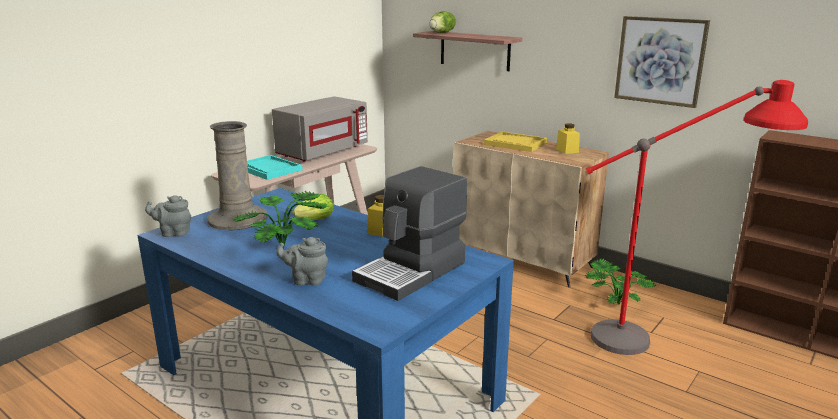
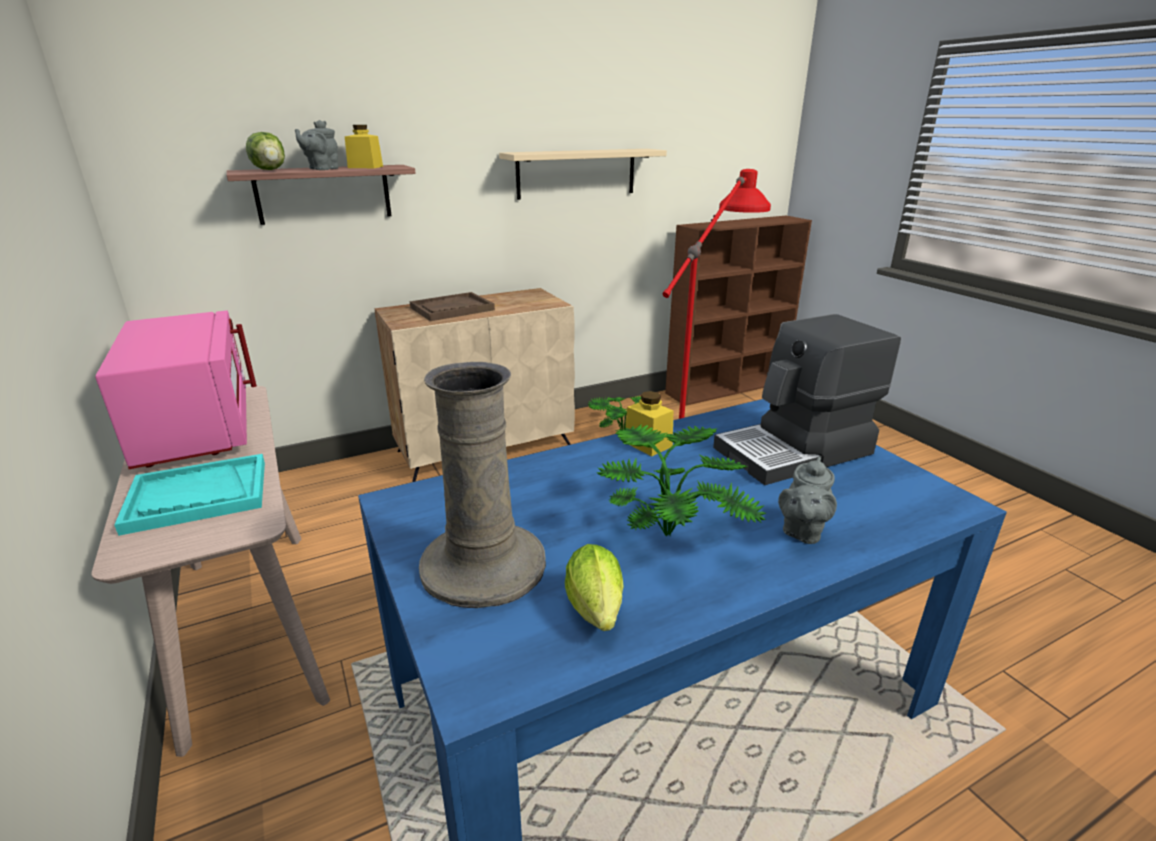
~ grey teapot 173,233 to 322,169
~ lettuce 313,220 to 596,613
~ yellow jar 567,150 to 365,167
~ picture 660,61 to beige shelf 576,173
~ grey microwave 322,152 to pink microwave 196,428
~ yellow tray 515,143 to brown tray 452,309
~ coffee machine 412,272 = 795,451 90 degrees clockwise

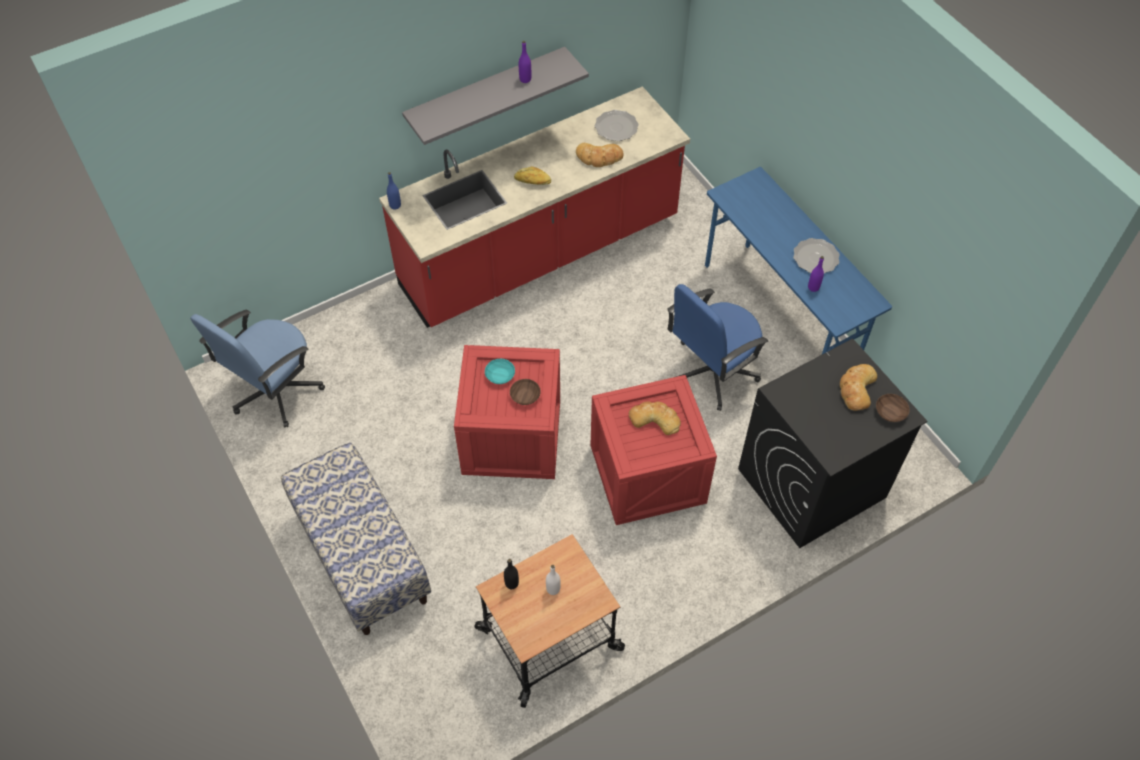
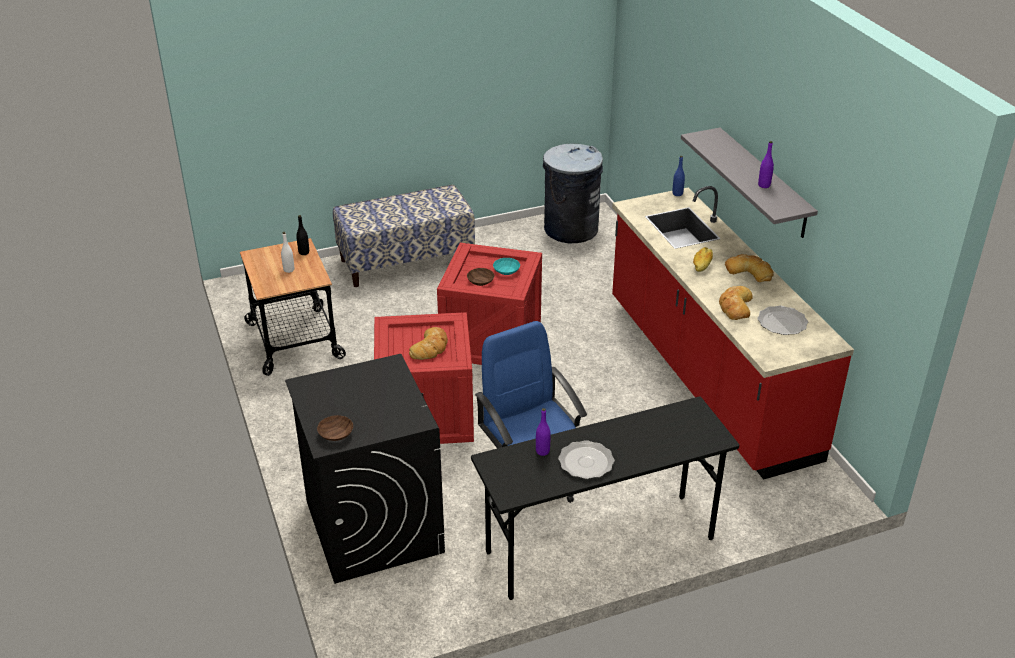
~ bread 856,389 to 749,271
~ blue office chair 275,390 to grey trash can 570,229
~ blue desk 779,316 to black desk 599,546

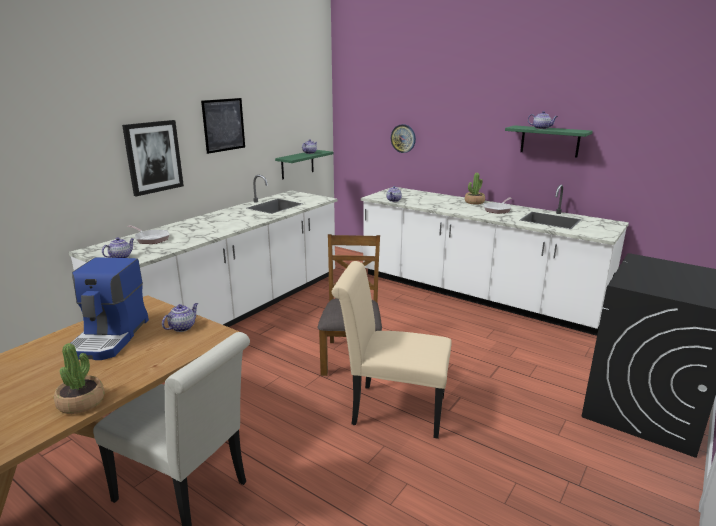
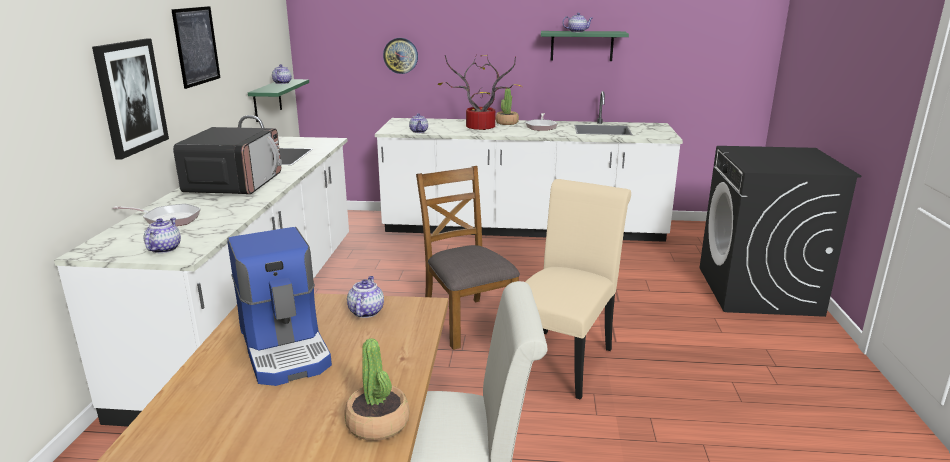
+ microwave 234,184
+ potted plant 478,128
~ beige chair 391,409 = 563,358 135 degrees clockwise

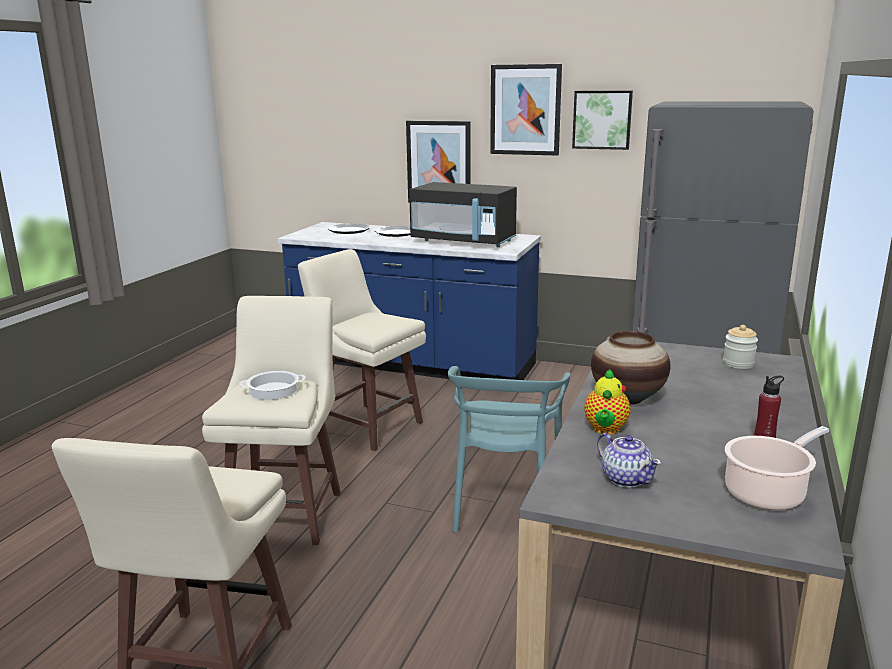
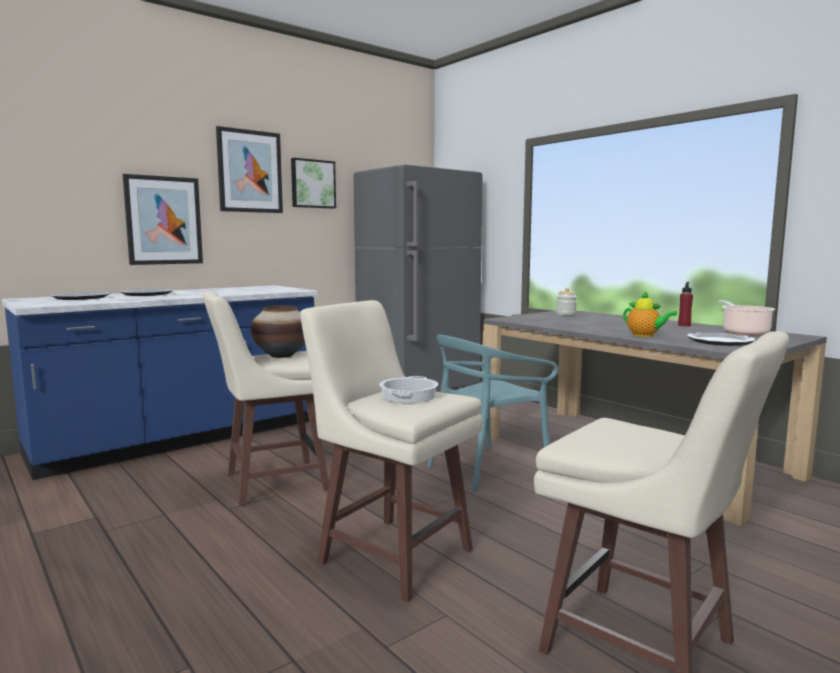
- black microwave 463,241
~ vase 627,398 to 281,356
~ teapot 626,479 to plate 719,341
~ turquoise chair 504,505 = 487,468 105 degrees clockwise

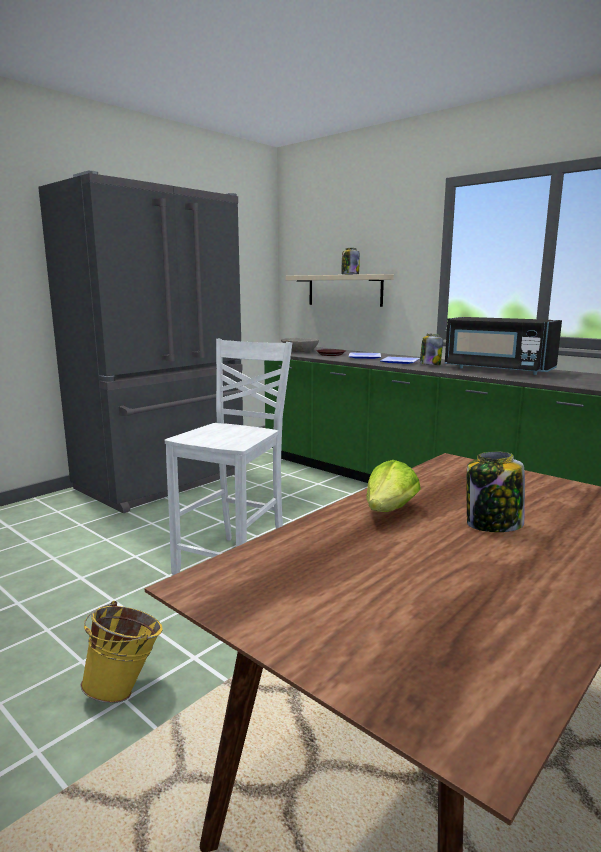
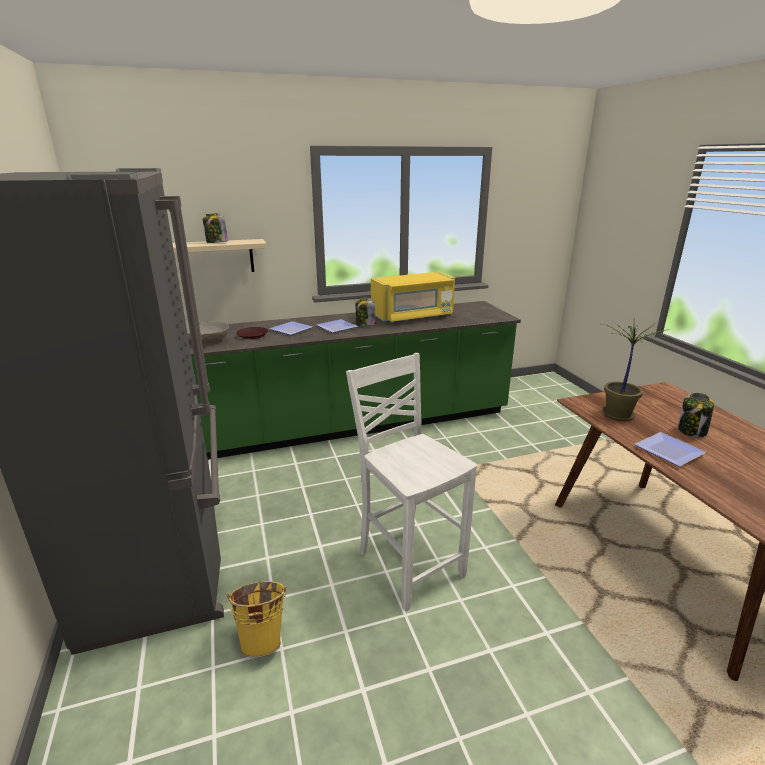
+ potted plant 616,414
~ yellow bucket 126,688 to 263,638
~ lettuce 389,511 to plate 668,450
~ black microwave 497,369 to yellow microwave 413,316

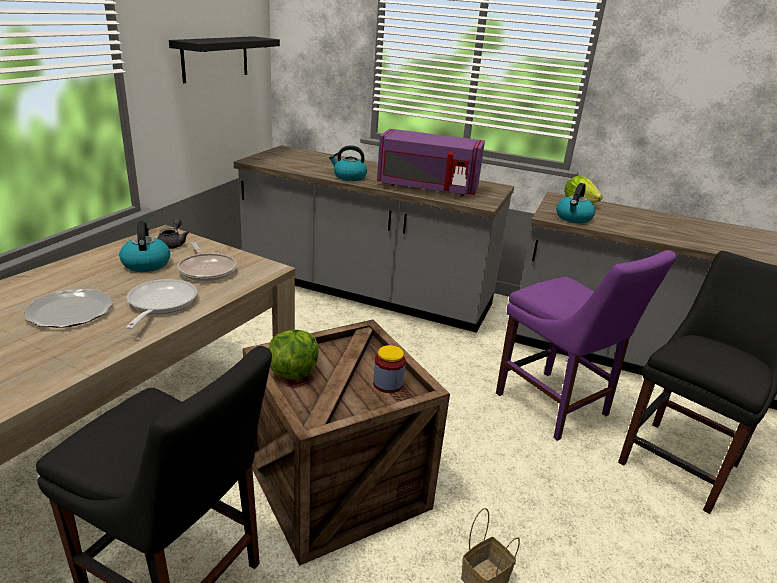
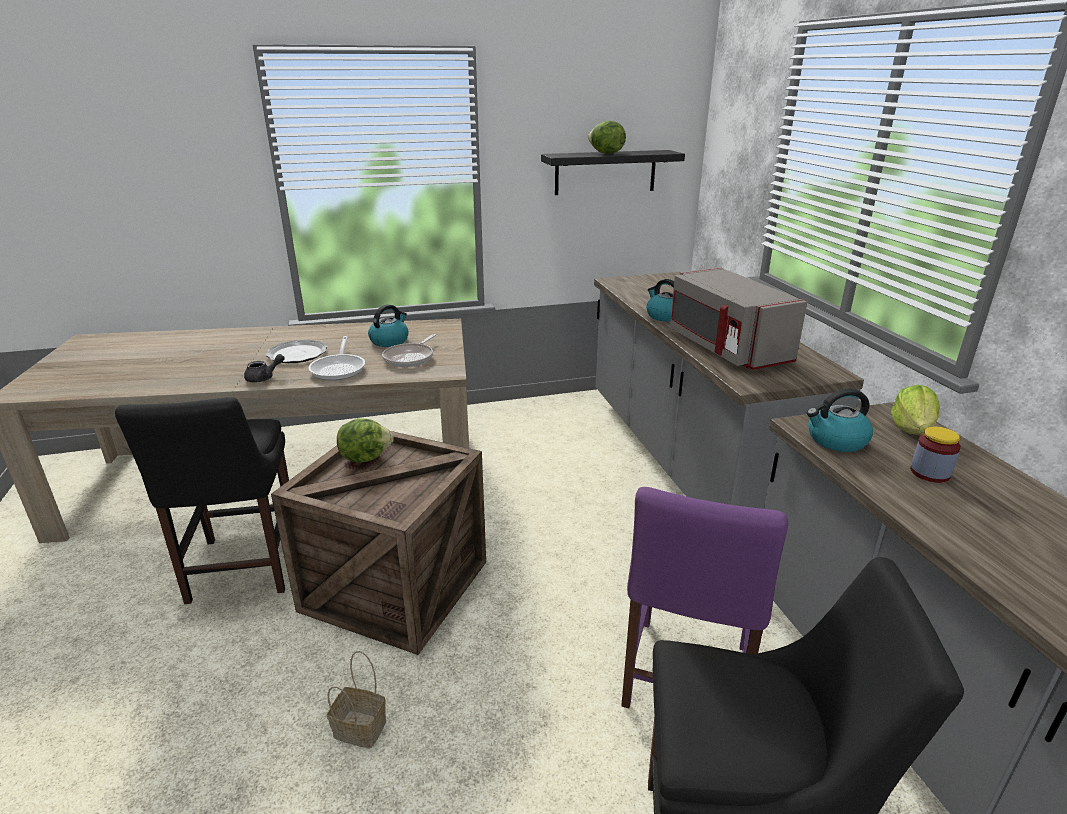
+ lettuce 605,153
~ grey teapot 173,244 to 264,378
~ jar 388,384 to 929,473
~ purple microwave 427,187 to grey microwave 725,348
~ frying pan 160,304 = 339,368 120 degrees clockwise

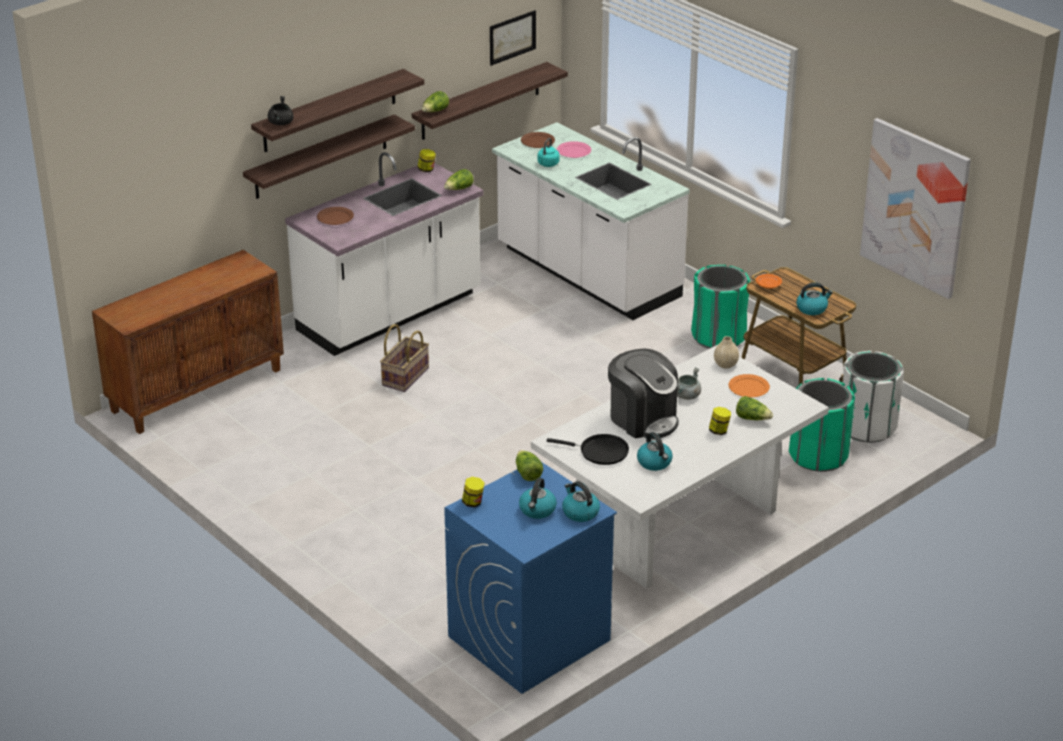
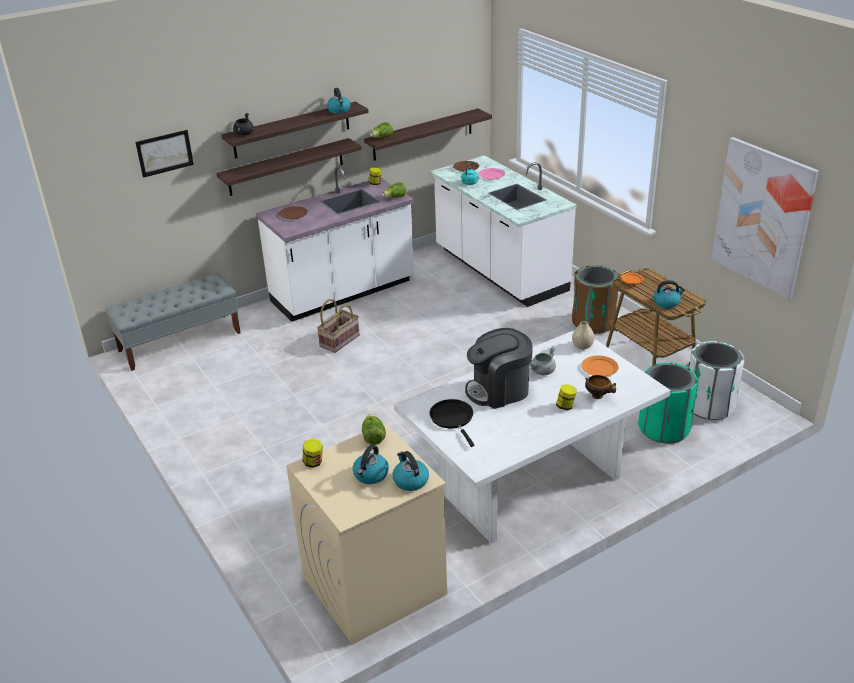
~ picture 512,37 to 164,153
~ kettle 655,463 to 339,110
~ brown cabinet 197,390 to grey bench 180,341
~ lettuce 752,418 to bowl 598,396
~ blue washing machine 528,639 to beige washing machine 373,586
~ green trash can 718,336 to brown trash can 593,323
~ black frying pan 600,452 = 453,419 135 degrees counterclockwise
~ coffee machine 643,419 = 499,390 105 degrees clockwise

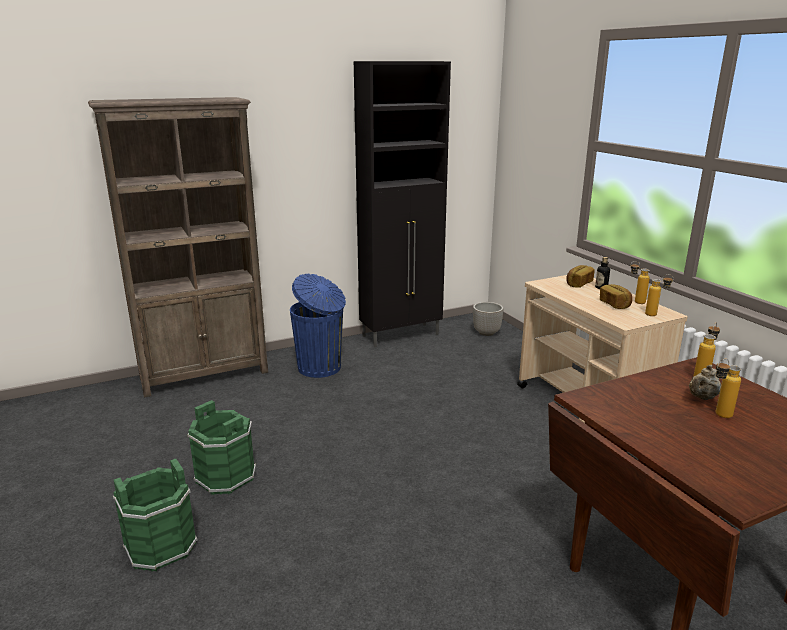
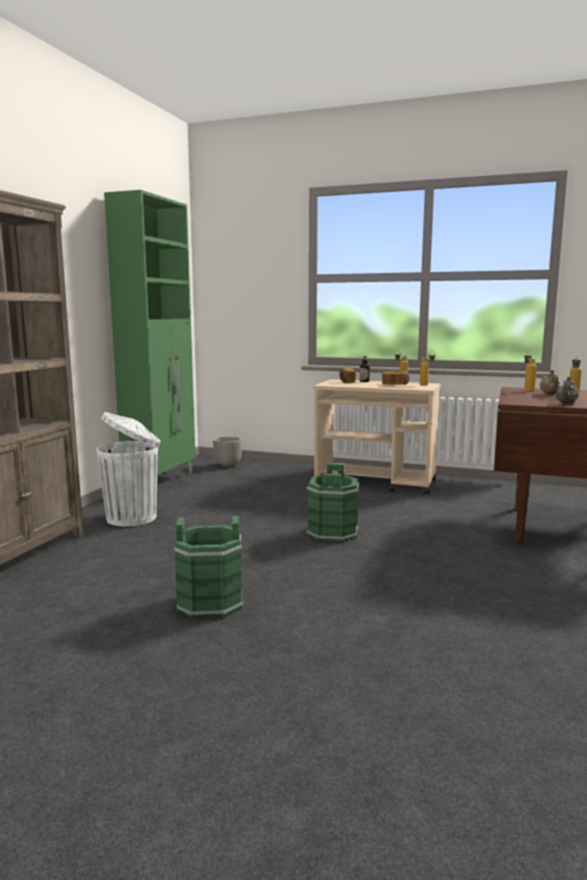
+ grey teapot 565,403
~ green bucket 161,546 to 333,533
~ blue trash can 320,368 to white trash can 133,518
~ black cabinet 402,335 to green cabinet 161,482

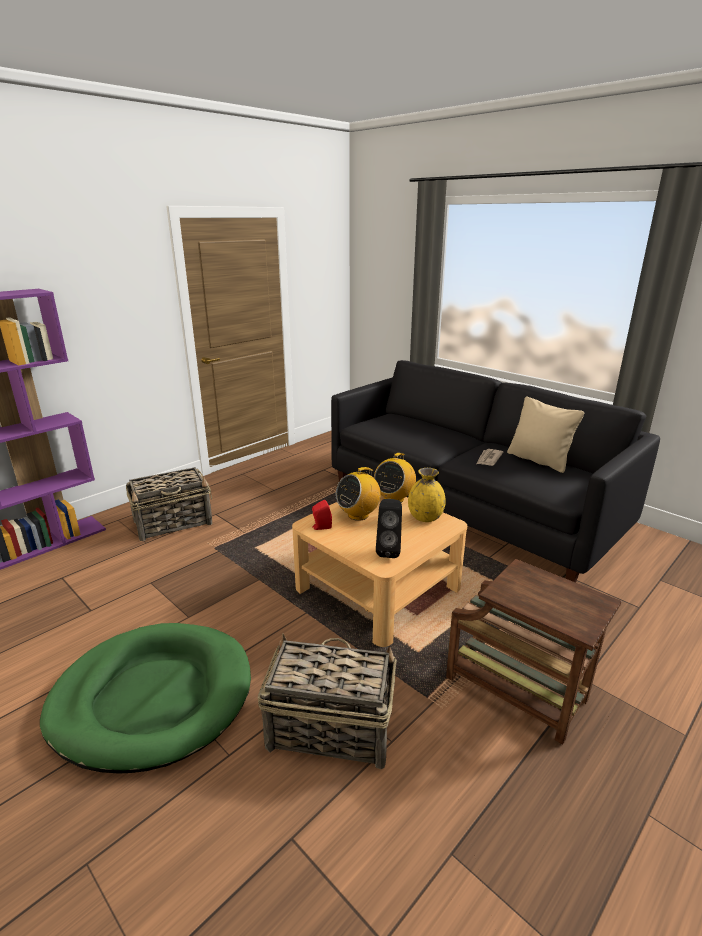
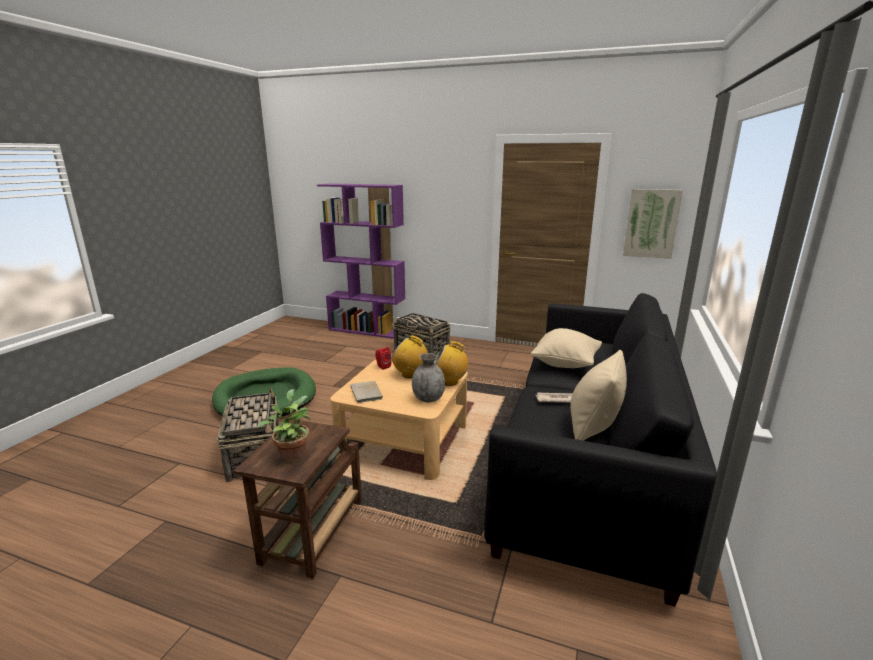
+ potted plant 292,454
+ beige pillow 565,364
+ picture 651,223
~ black speaker 389,550 to beige book 366,394
~ yellow vase 425,518 to grey vase 428,399

